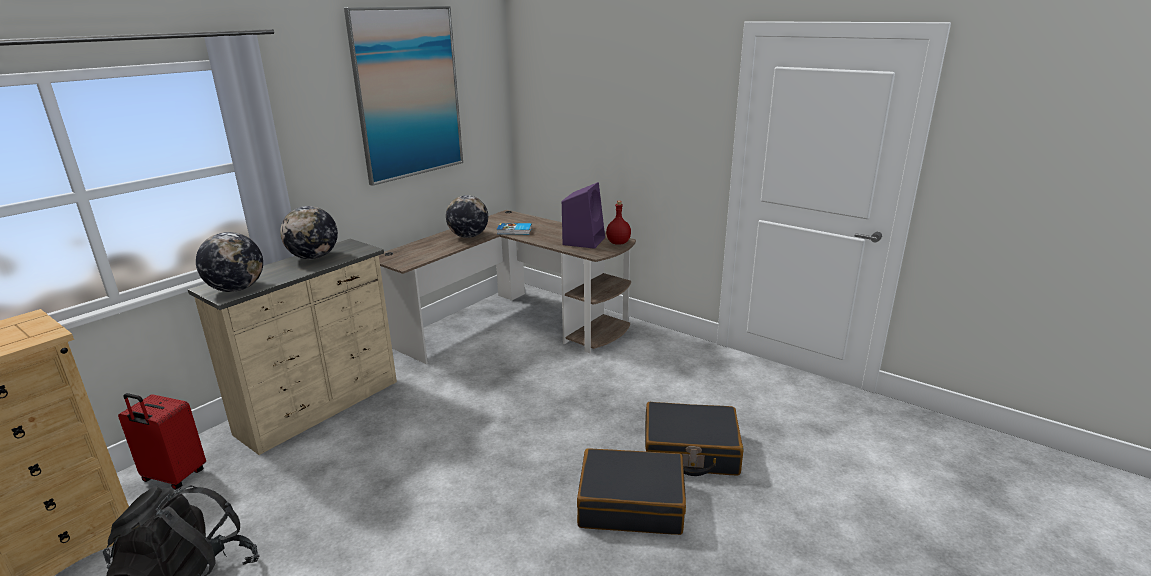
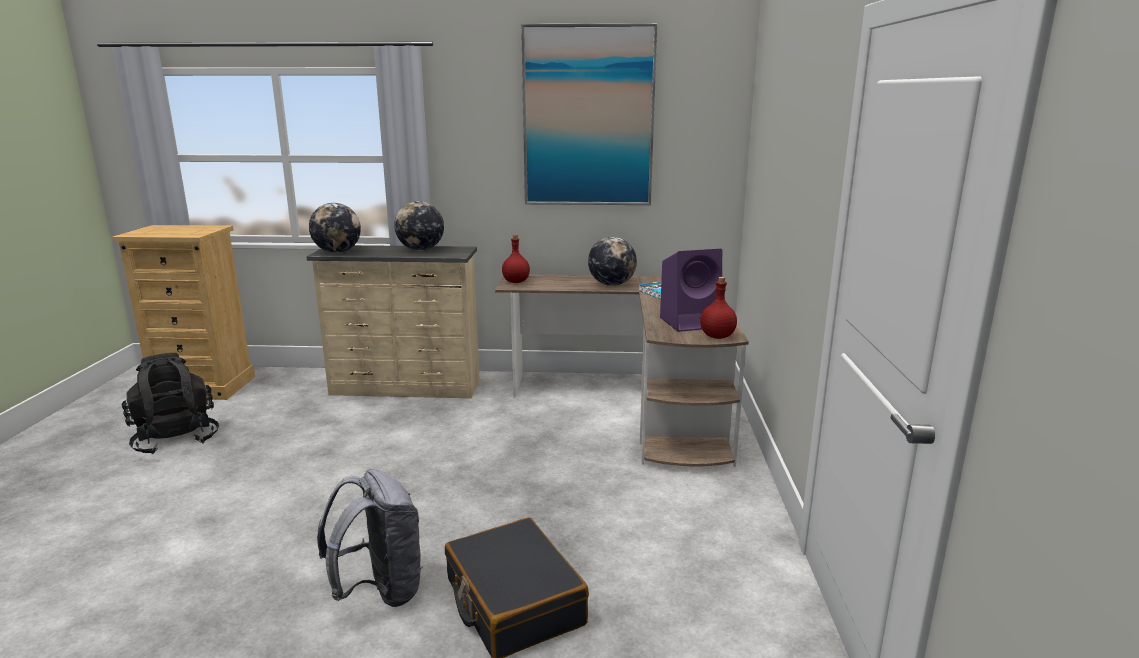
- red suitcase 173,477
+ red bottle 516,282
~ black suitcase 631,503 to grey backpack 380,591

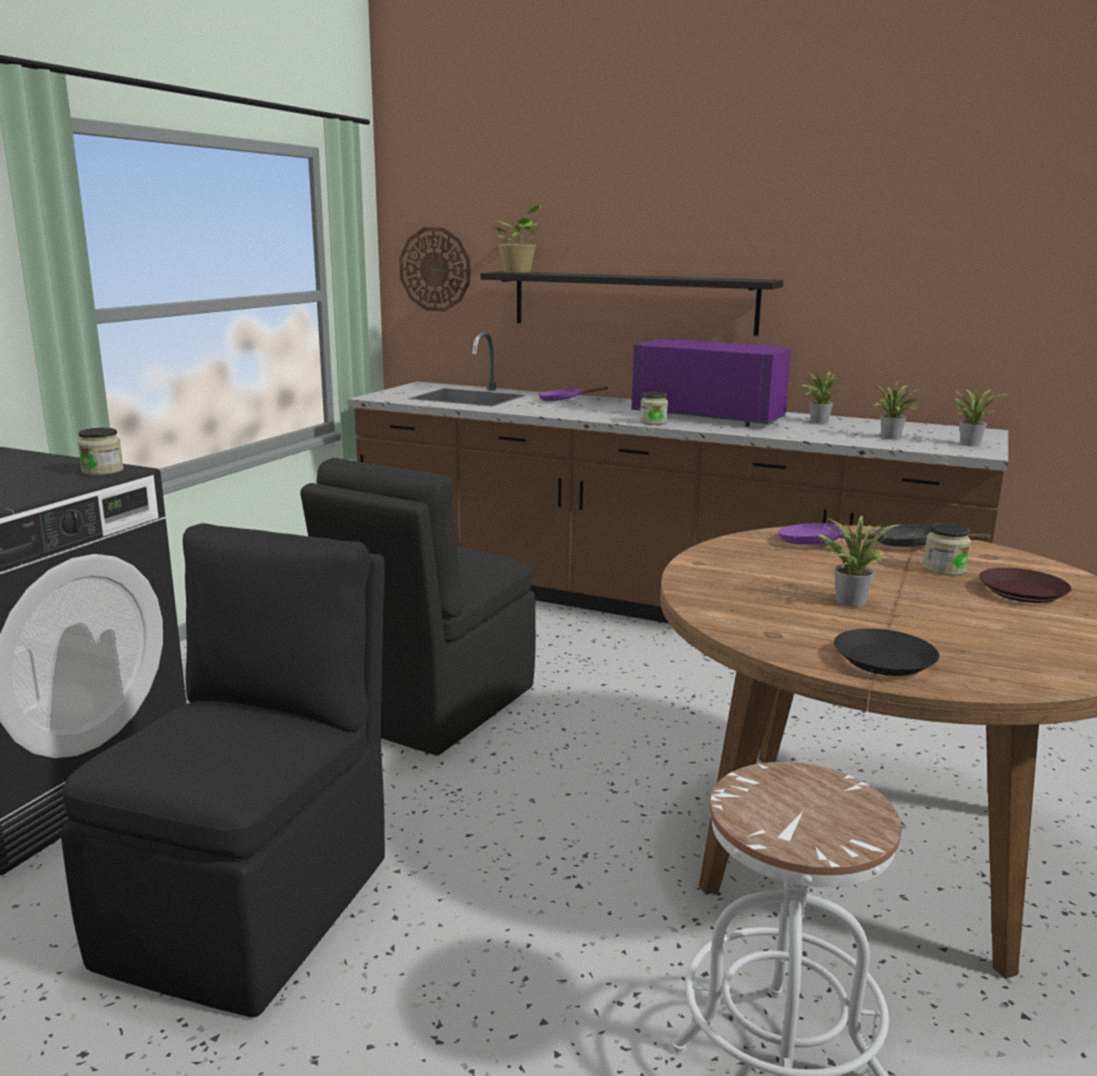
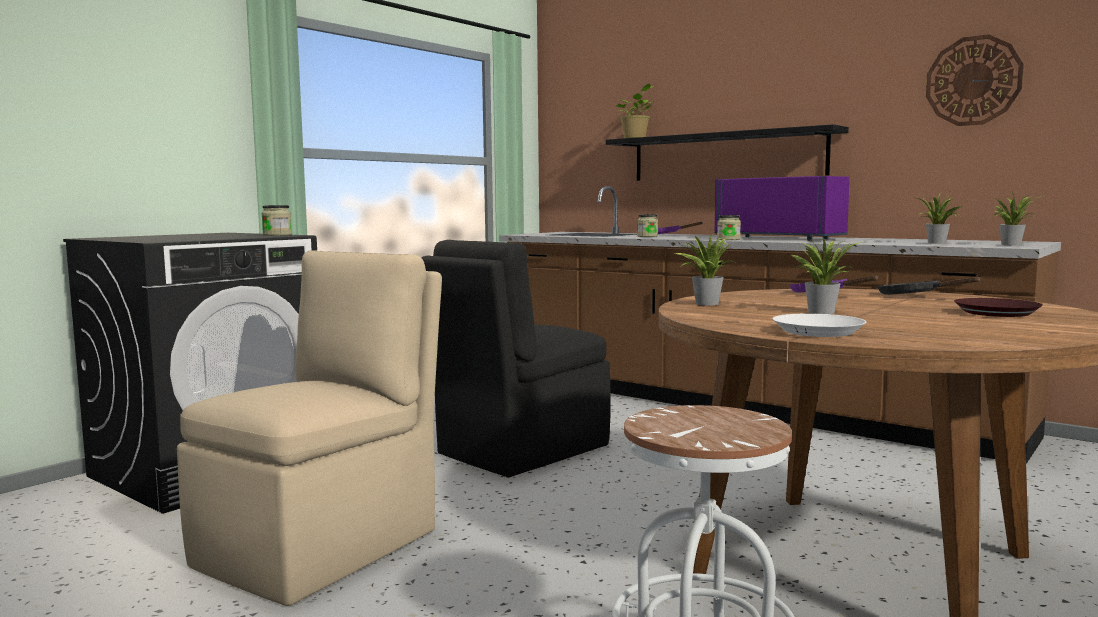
~ wall clock 435,269 to 973,81
~ potted plant 816,422 to 704,303
~ jar 944,569 to 647,236
~ black chair 253,905 to beige chair 323,546
~ black plate 885,661 to white plate 818,332

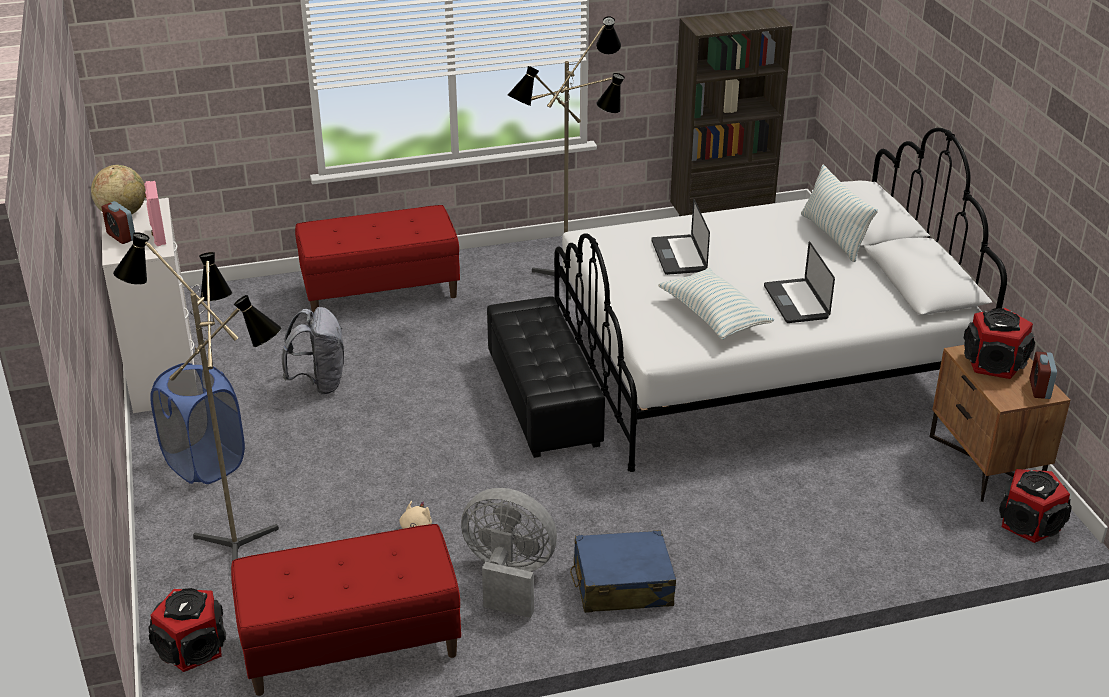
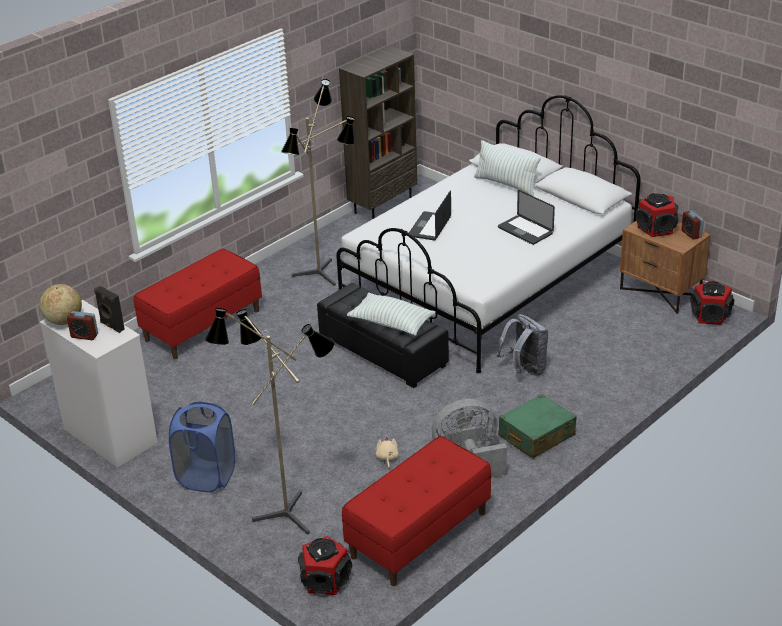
~ grey backpack 319,383 to 524,370
~ pillow 714,316 to 391,323
~ pink speaker 158,236 to black speaker 111,326
~ blue suitcase 622,585 to green suitcase 536,436
~ laptop 678,256 = 429,227 60 degrees clockwise

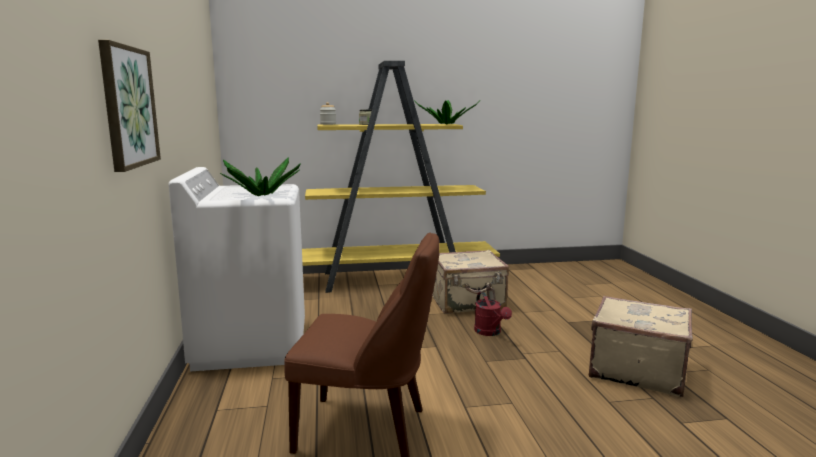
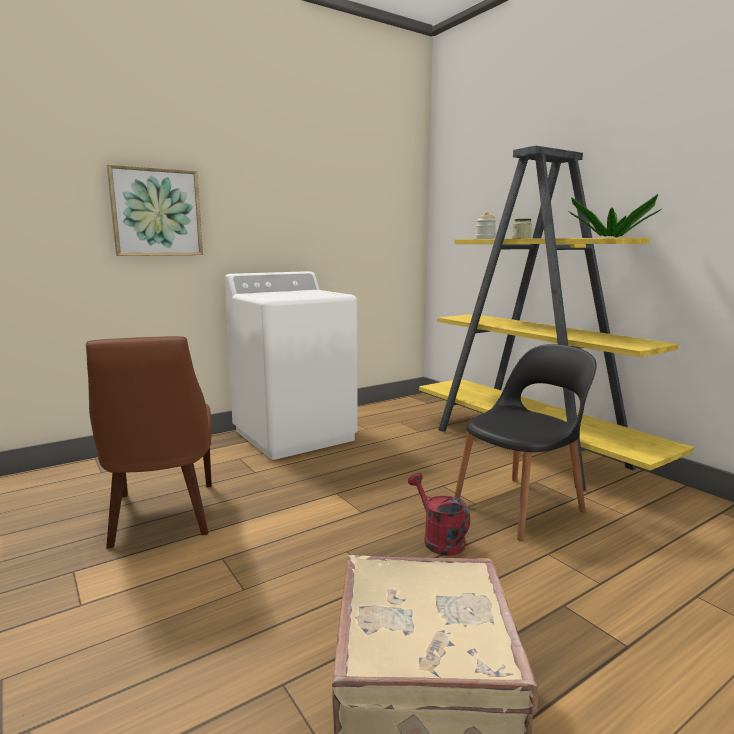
- potted plant 262,195
~ beige suitcase 468,303 to black chair 520,506
~ red watering can 490,332 = 438,539 105 degrees clockwise

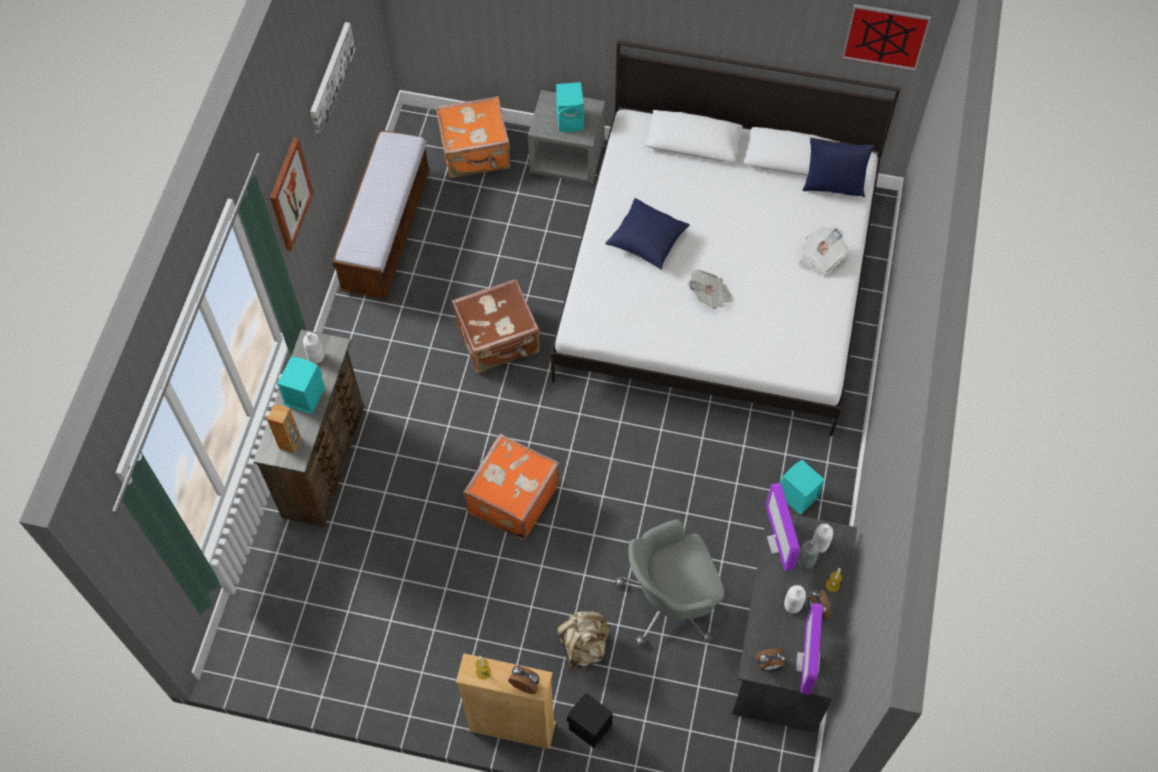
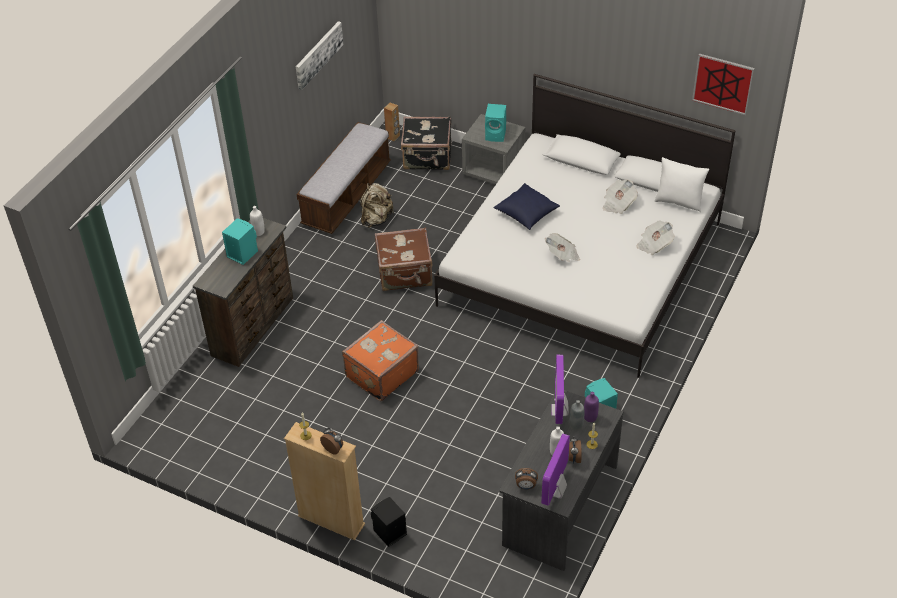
- picture 289,194
- grey office chair 670,601
+ newspaper 618,204
~ brown speaker 290,443 to 393,137
~ beige backpack 584,646 to 376,219
~ orange suitcase 476,153 to black suitcase 427,157
~ blue pillow 833,186 to white pillow 678,202
~ white bottle 819,545 to purple bottle 590,417

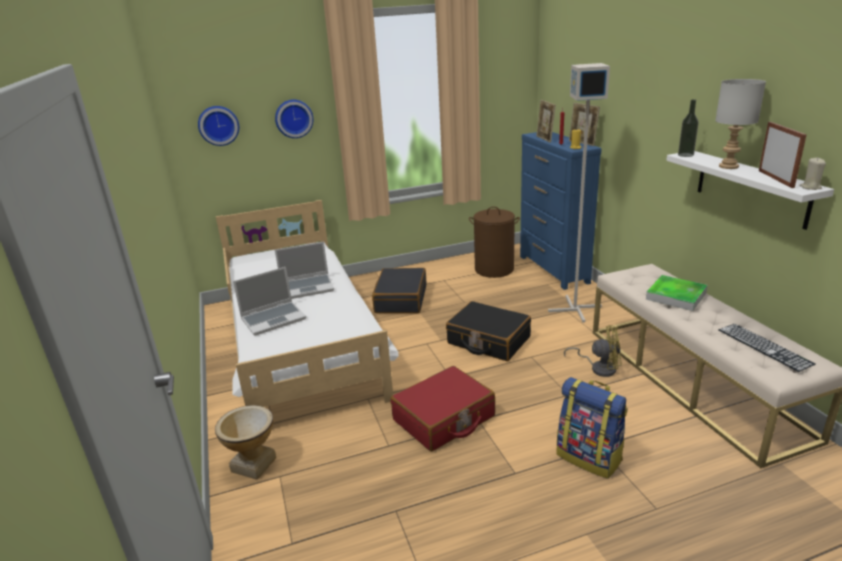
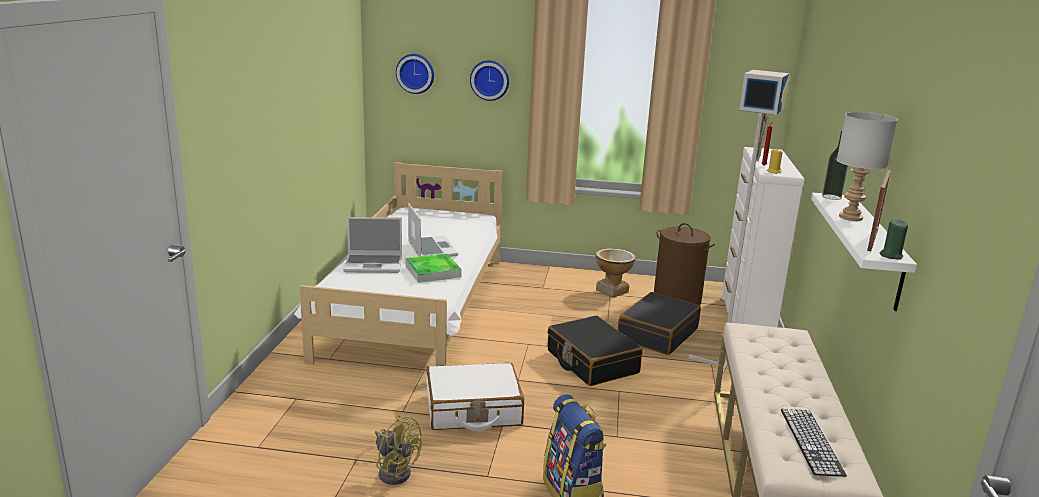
- picture frame 582,143
~ vase 254,464 to 612,291
~ black suitcase 400,299 to 657,334
~ yellow fan 599,368 to 395,470
~ tray 676,296 to 433,271
~ red suitcase 444,419 to white suitcase 473,410
~ blue dresser 553,269 to white dresser 746,320
~ beige candle 810,187 to green candle 890,255
~ laptop 307,287 = 431,249 120 degrees counterclockwise

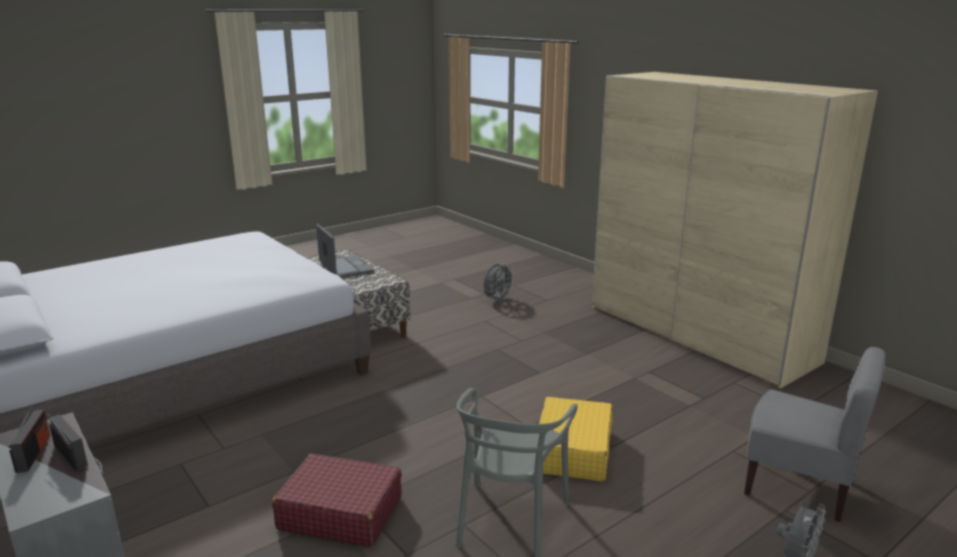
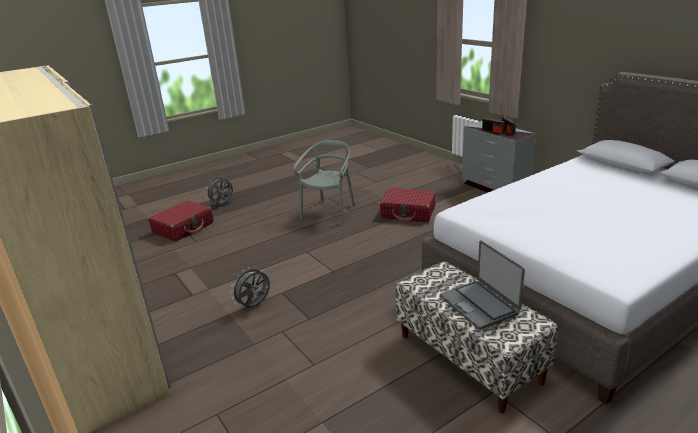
- yellow suitcase 572,451
~ grey fan 497,300 to 255,306
~ grey chair 798,486 to red suitcase 183,228

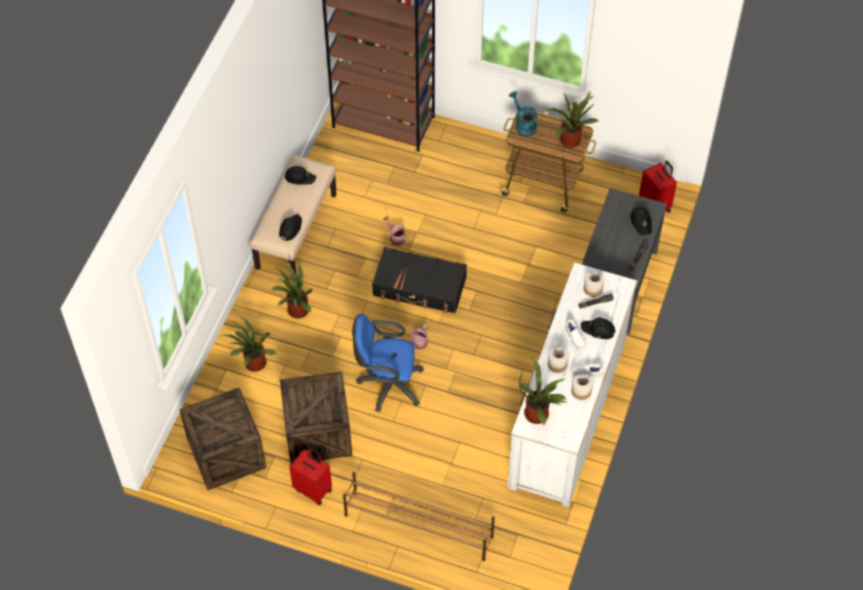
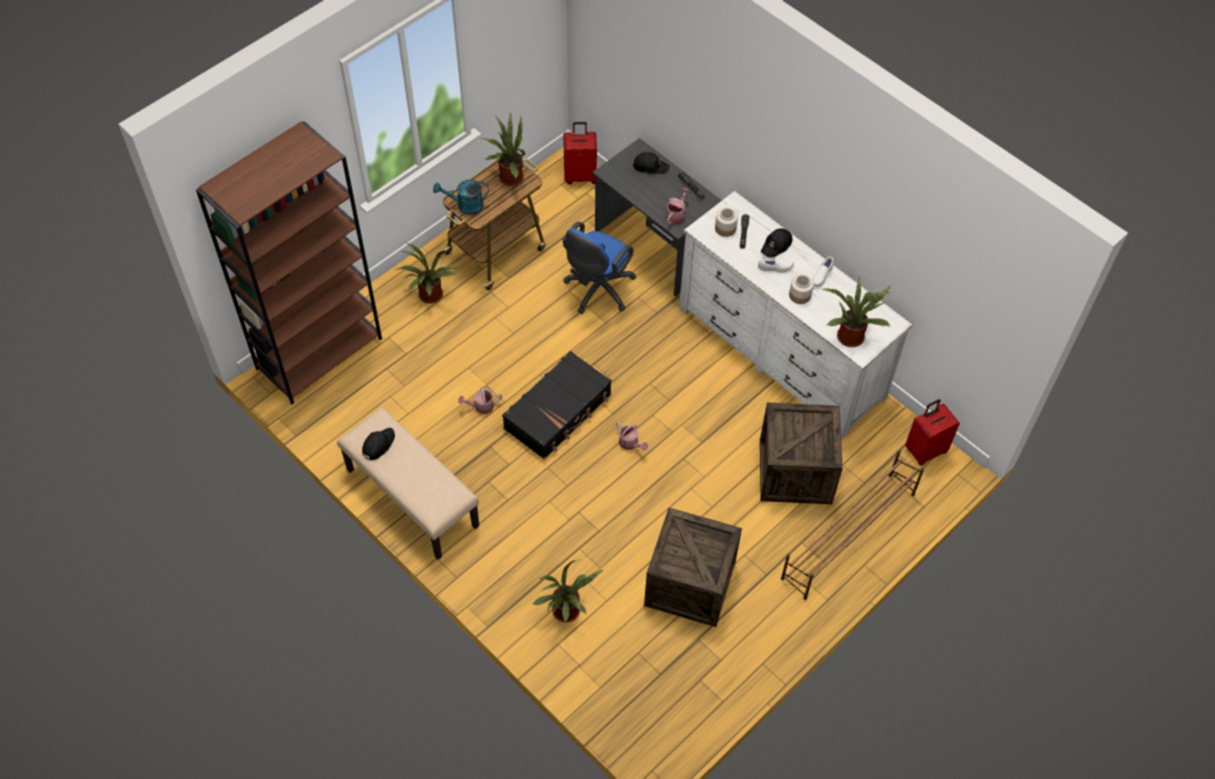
- black cap 290,228
- jar 581,391
+ watering can 676,215
~ crate 226,453 to 795,471
~ potted plant 295,310 to 429,297
~ red suitcase 313,489 to 925,450
~ blue office chair 387,384 to 597,291

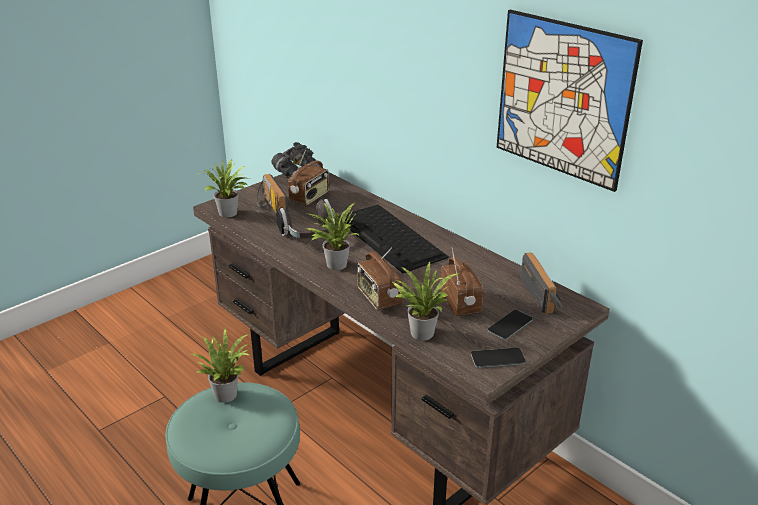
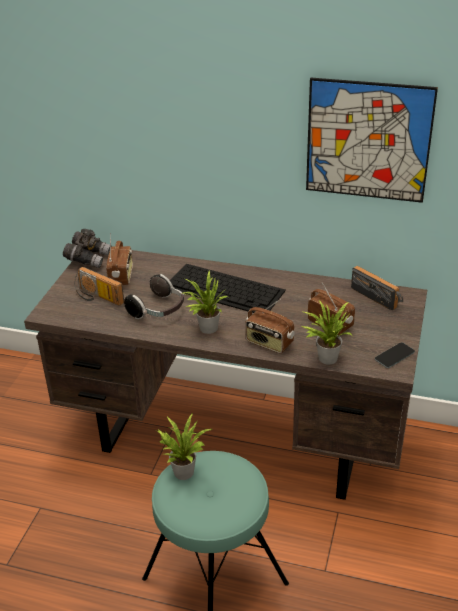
- potted plant 229,214
- phone 510,325

